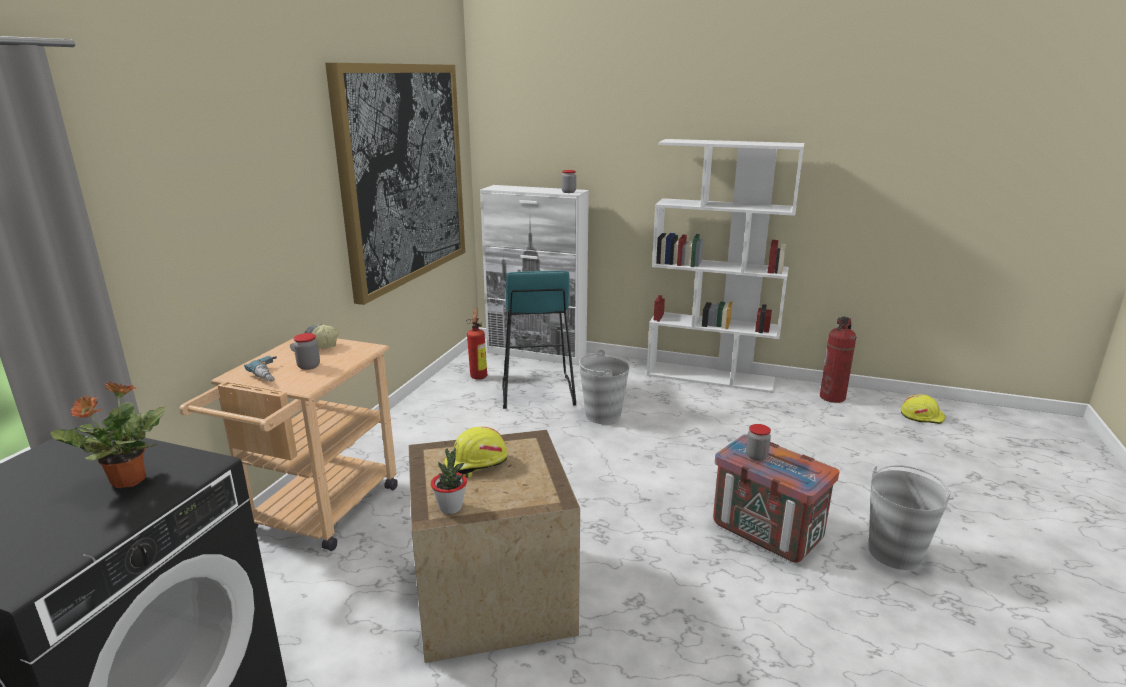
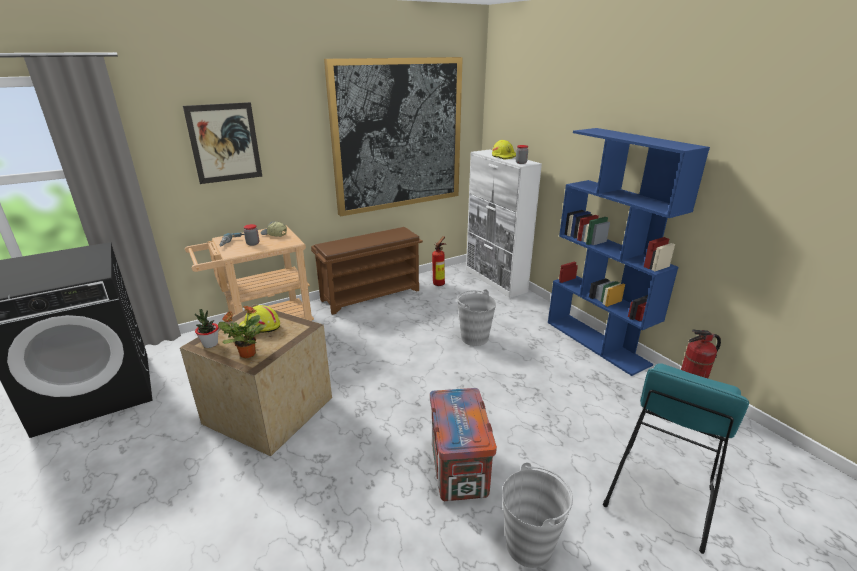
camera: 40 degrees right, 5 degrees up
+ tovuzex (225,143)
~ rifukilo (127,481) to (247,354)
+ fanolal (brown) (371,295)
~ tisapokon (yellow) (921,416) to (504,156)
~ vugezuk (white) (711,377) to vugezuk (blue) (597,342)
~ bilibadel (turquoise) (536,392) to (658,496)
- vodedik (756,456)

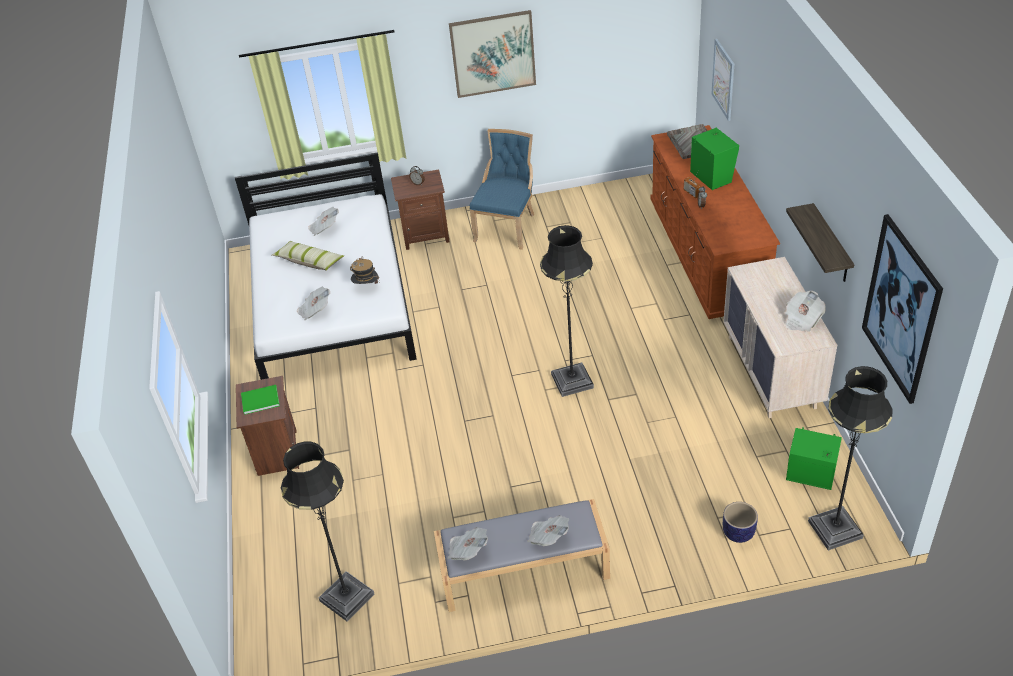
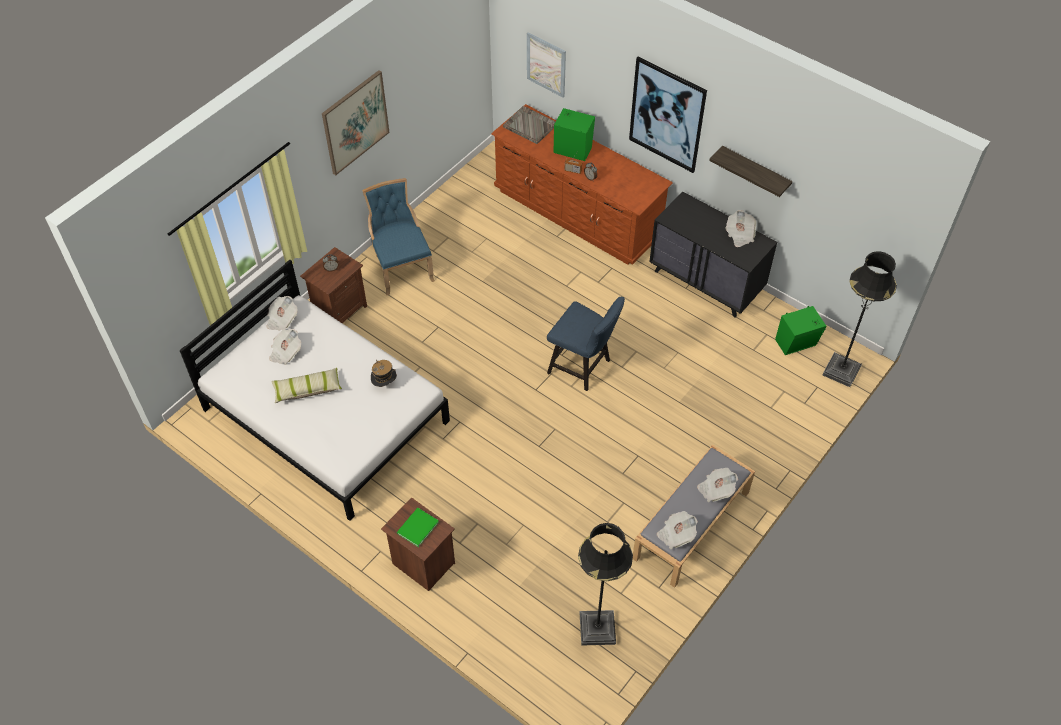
camera: 45 degrees left, 10 degrees up
~ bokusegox (315,310) to (282,320)
~ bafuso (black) (572,381) to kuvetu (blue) (583,368)
~ tovuzex (901,309) to (667,115)
~ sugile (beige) (771,372) to sugile (black) (706,282)
- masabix (738,533)

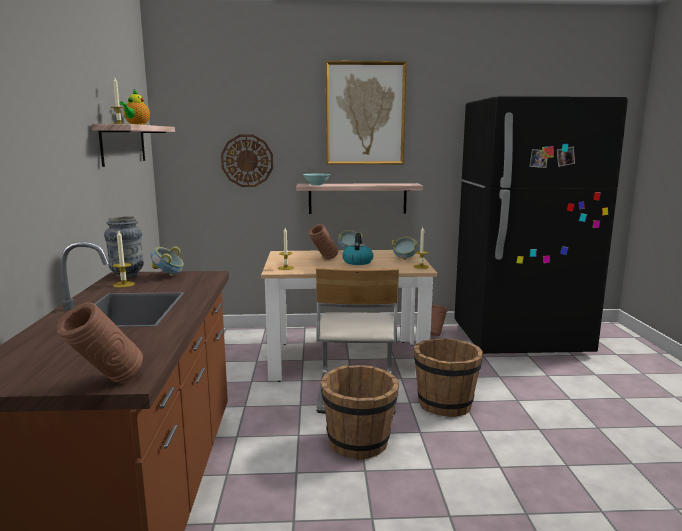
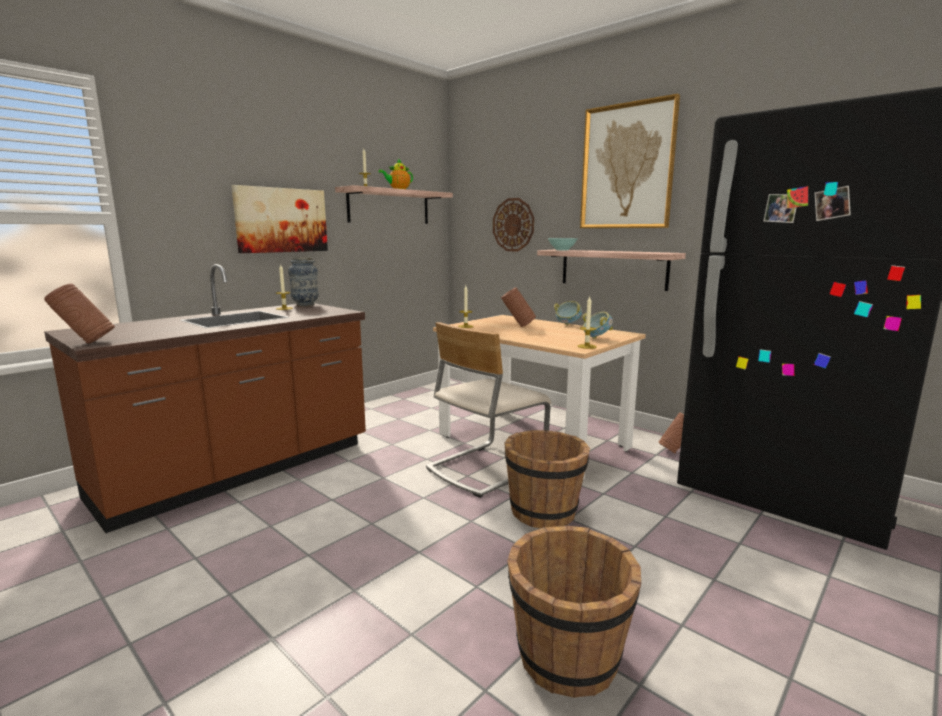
camera: 45 degrees right, 0 degrees up
+ tovuzex (281,220)
~ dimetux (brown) (359,442) to (568,658)
- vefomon (168,276)
- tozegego (357,262)

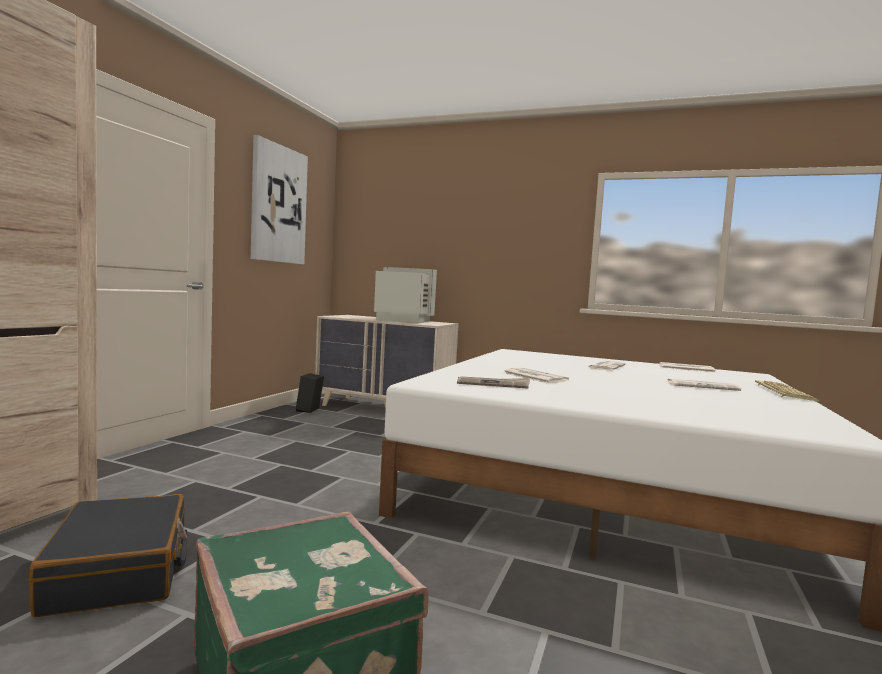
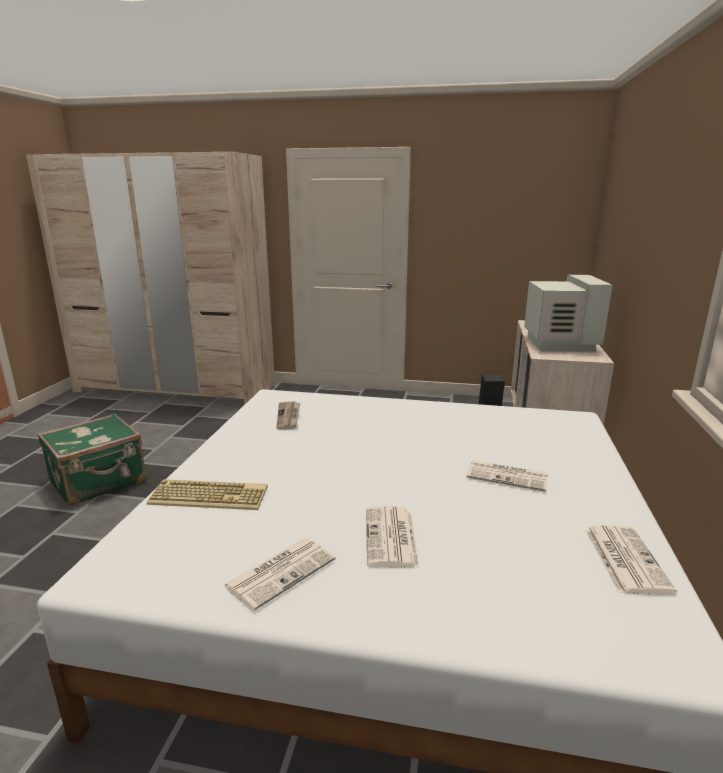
camera: 80 degrees right, 15 degrees up
~ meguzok (782,392) to (210,495)
~ bokusegox (533,376) to (281,571)
- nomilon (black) (120,571)
- tovuzex (278,204)

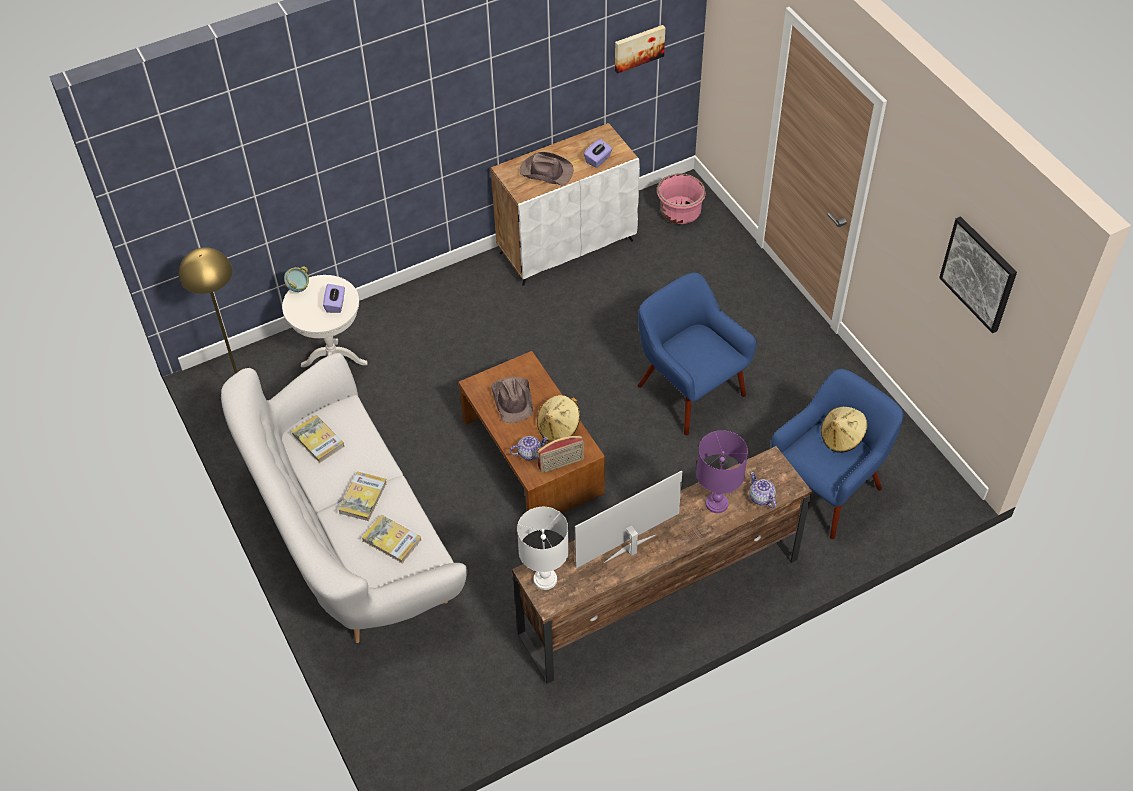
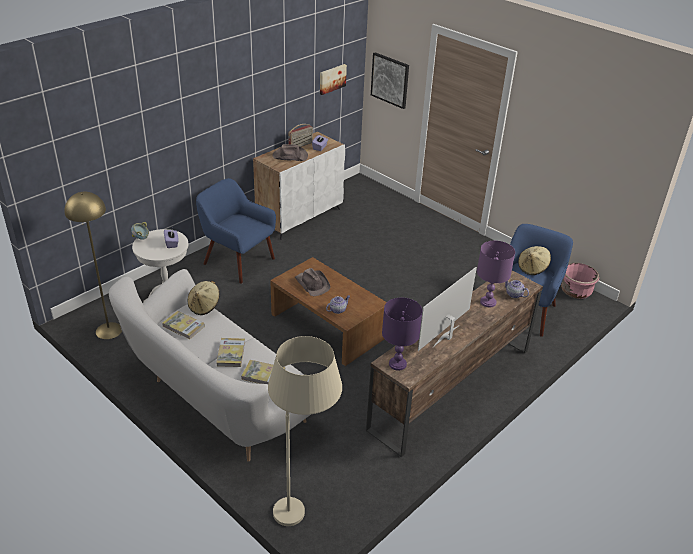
camera: 20 degrees left, 15 degrees down
~ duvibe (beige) (559,428) to (204,306)
~ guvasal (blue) (689,389) to (237,261)
+ bafuso (beige) (304,504)
~ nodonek (561,464) to (300,145)
~ tovuzex (979,274) to (390,80)
~ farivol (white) (544,579) to farivol (purple) (397,364)
~ masabix (pink) (680,212) to (575,291)

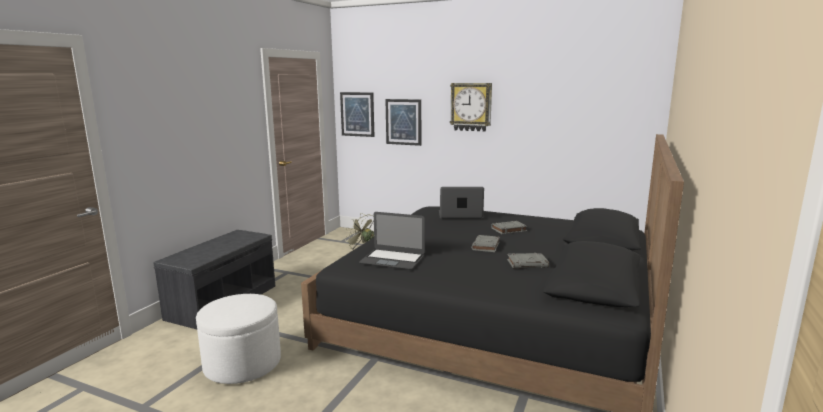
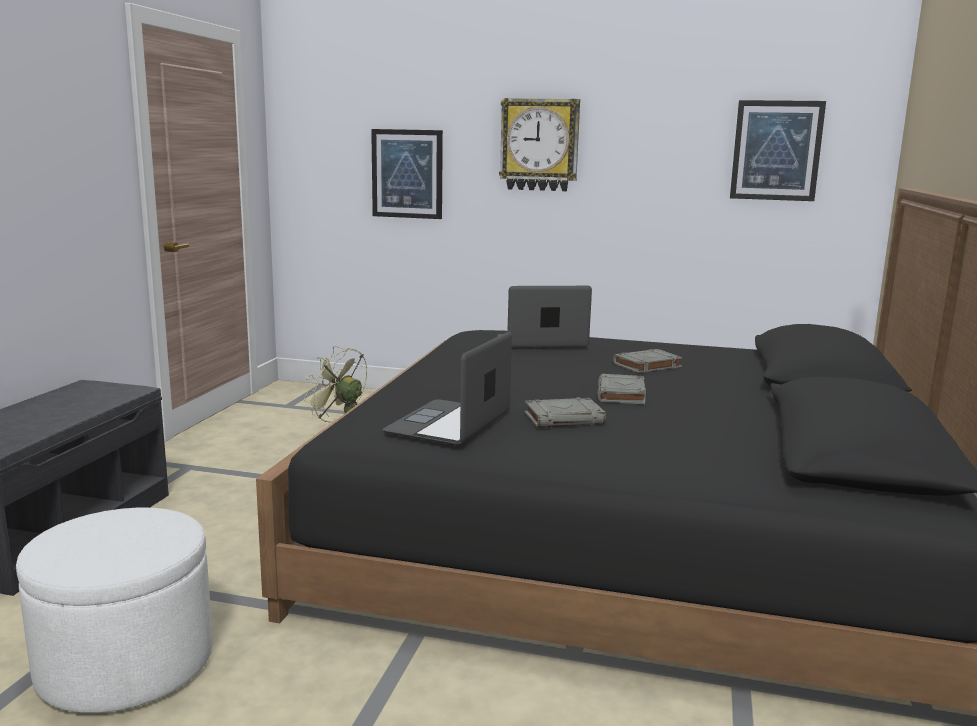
camera: 10 degrees left, 0 degrees up
~ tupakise (392,259) = (449,423) 105 degrees clockwise
~ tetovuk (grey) (527,263) to (564,418)
~ tovuzex (357,114) to (776,150)

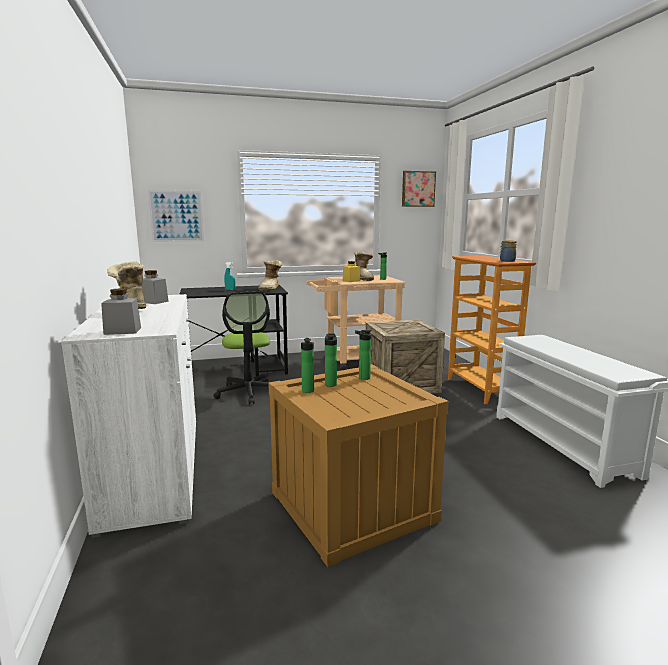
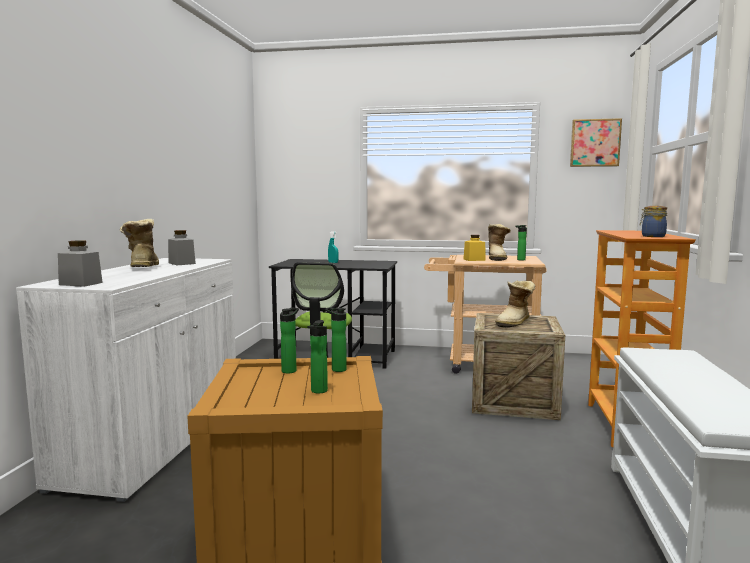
camera: 25 degrees right, 5 degrees down
~ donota (308,391) to (318,391)
~ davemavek (271,288) to (515,323)
- tovuzex (176,216)

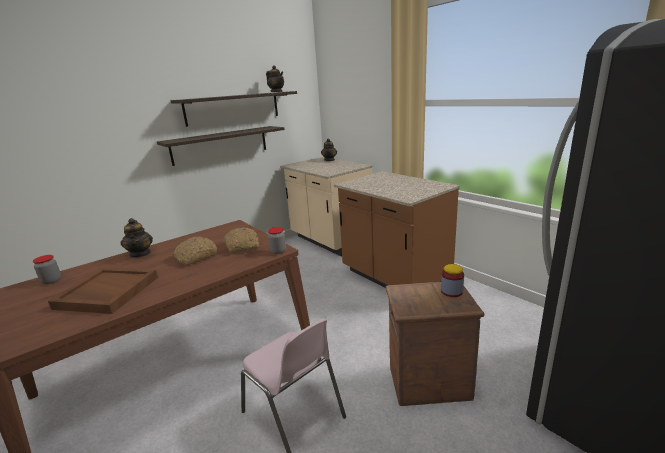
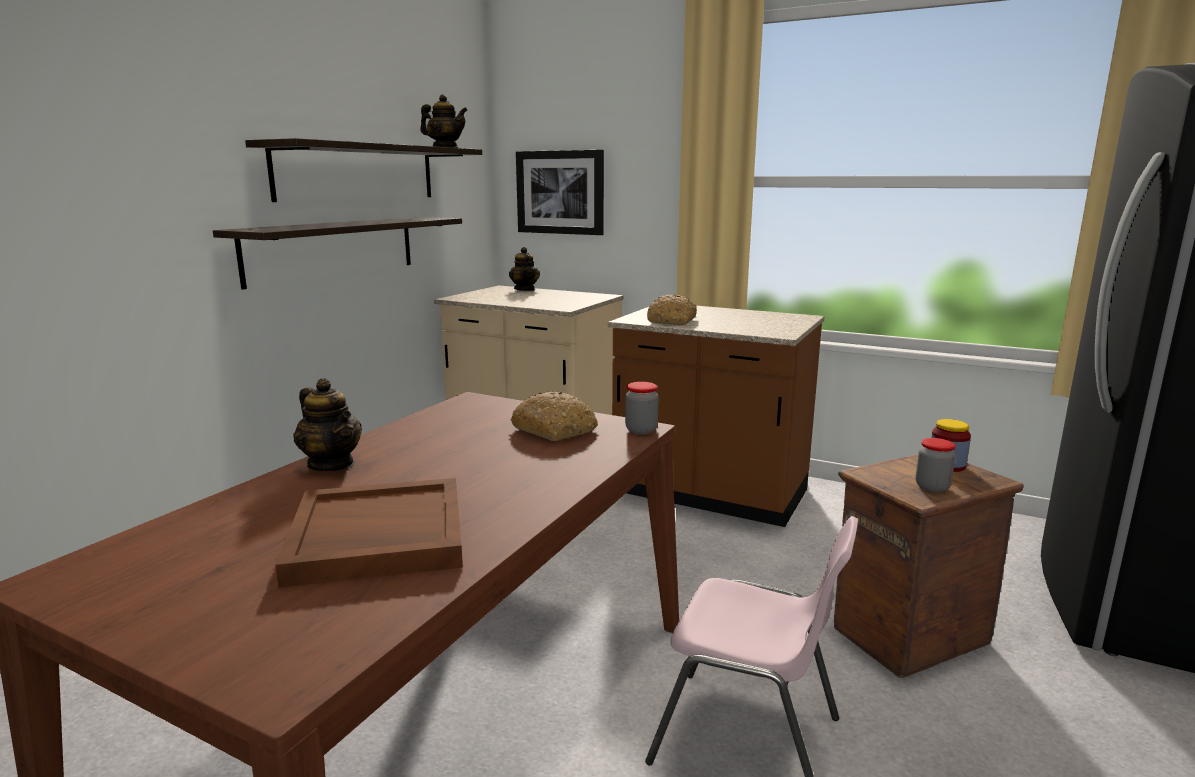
camera: 25 degrees left, 5 degrees down
+ tovuzex (560,192)
~ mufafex (196,257) to (672,321)
~ vodedik (51,281) to (932,487)

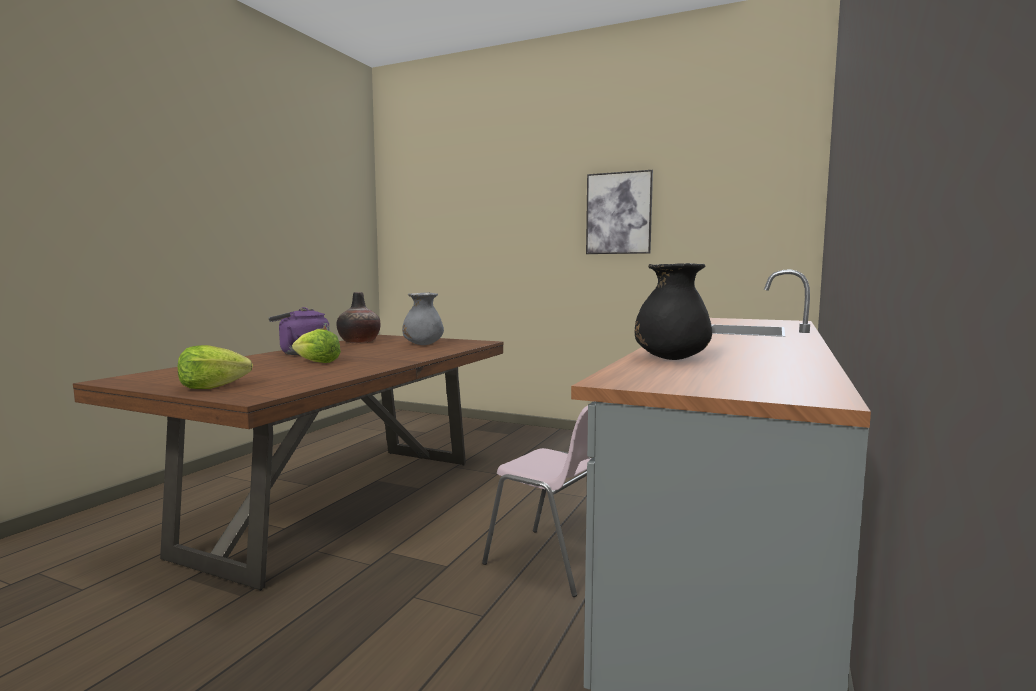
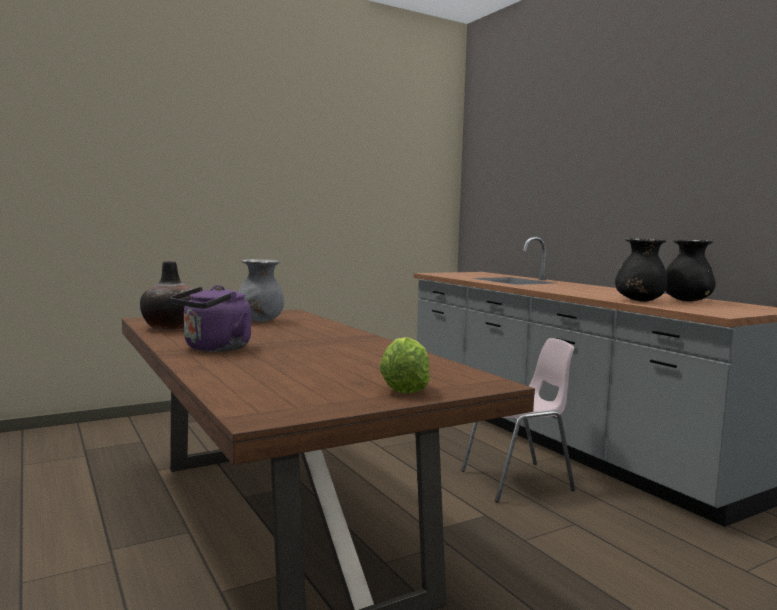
camera: 55 degrees left, 0 degrees up
+ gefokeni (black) (687,301)
- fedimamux (317,362)
- tovuzex (618,213)

